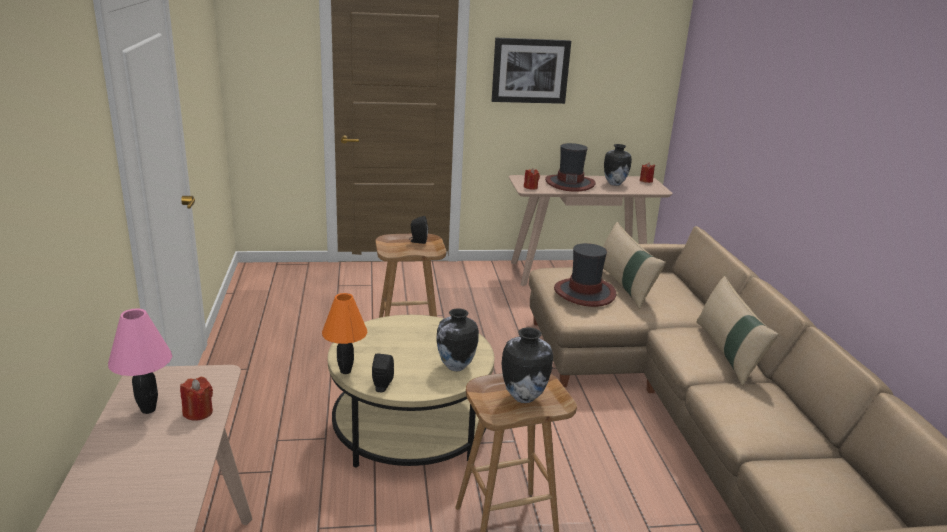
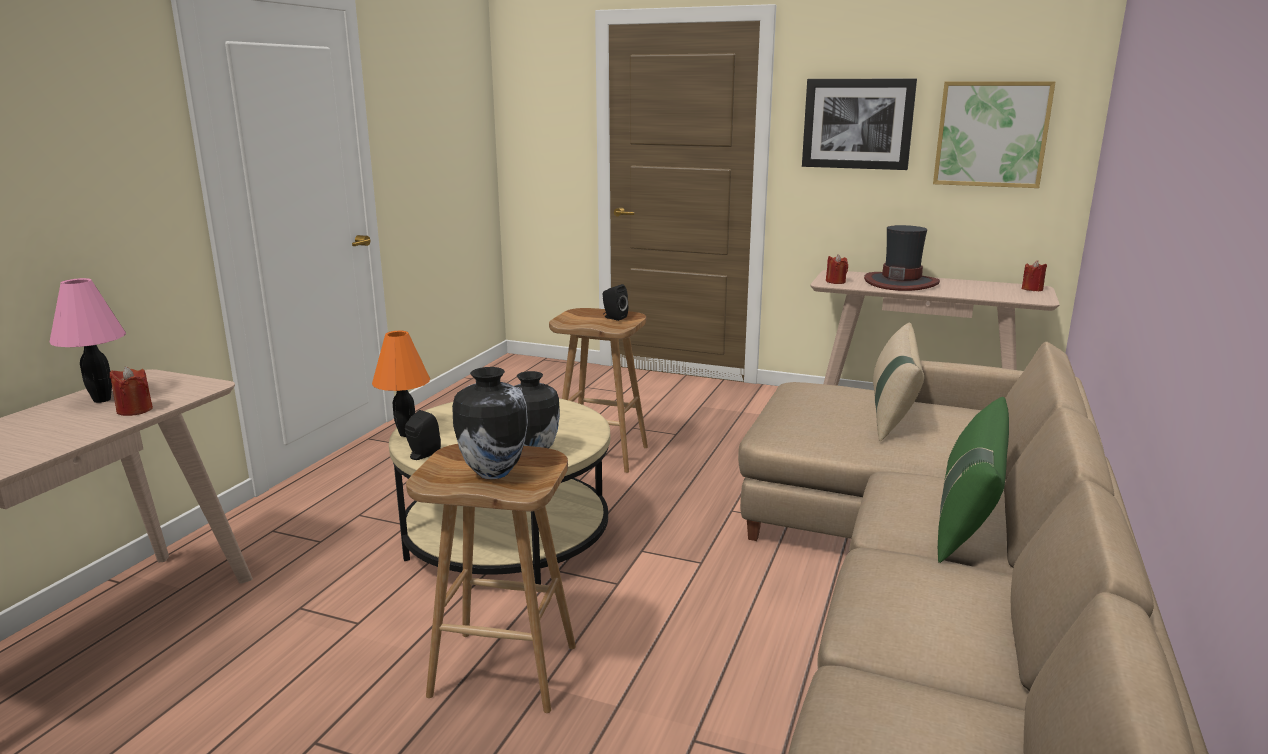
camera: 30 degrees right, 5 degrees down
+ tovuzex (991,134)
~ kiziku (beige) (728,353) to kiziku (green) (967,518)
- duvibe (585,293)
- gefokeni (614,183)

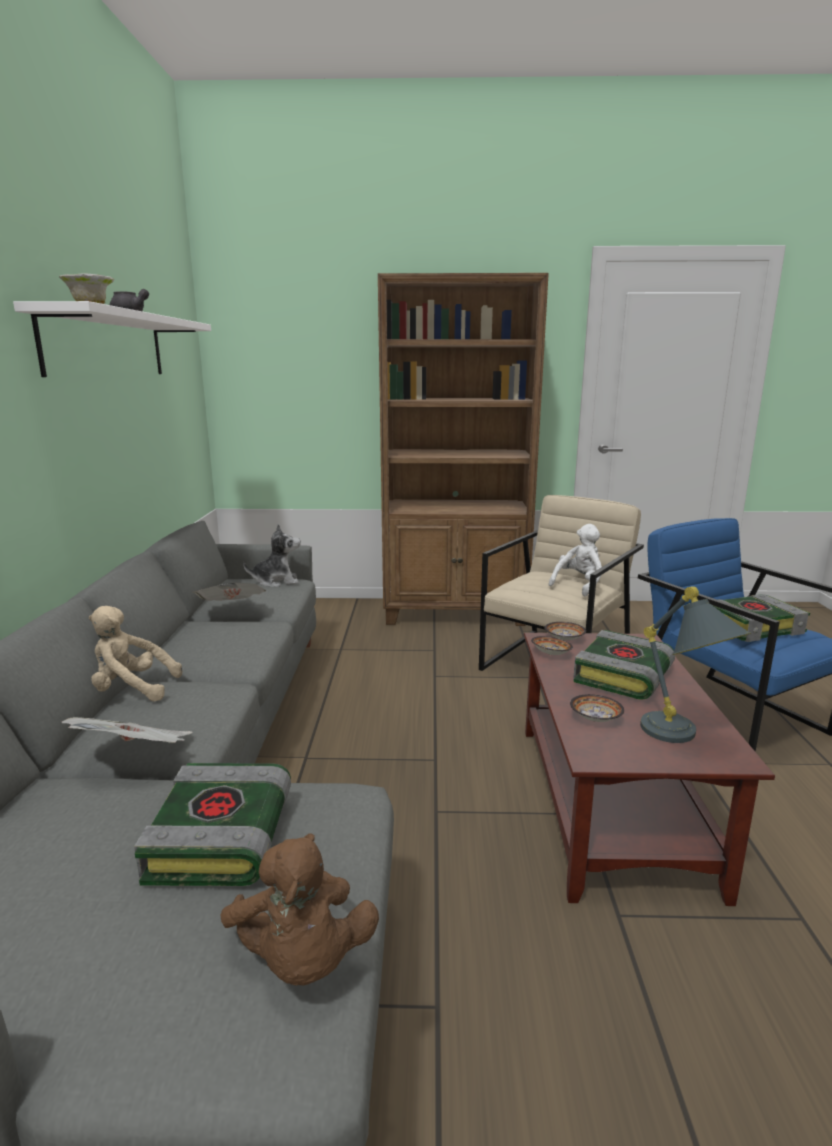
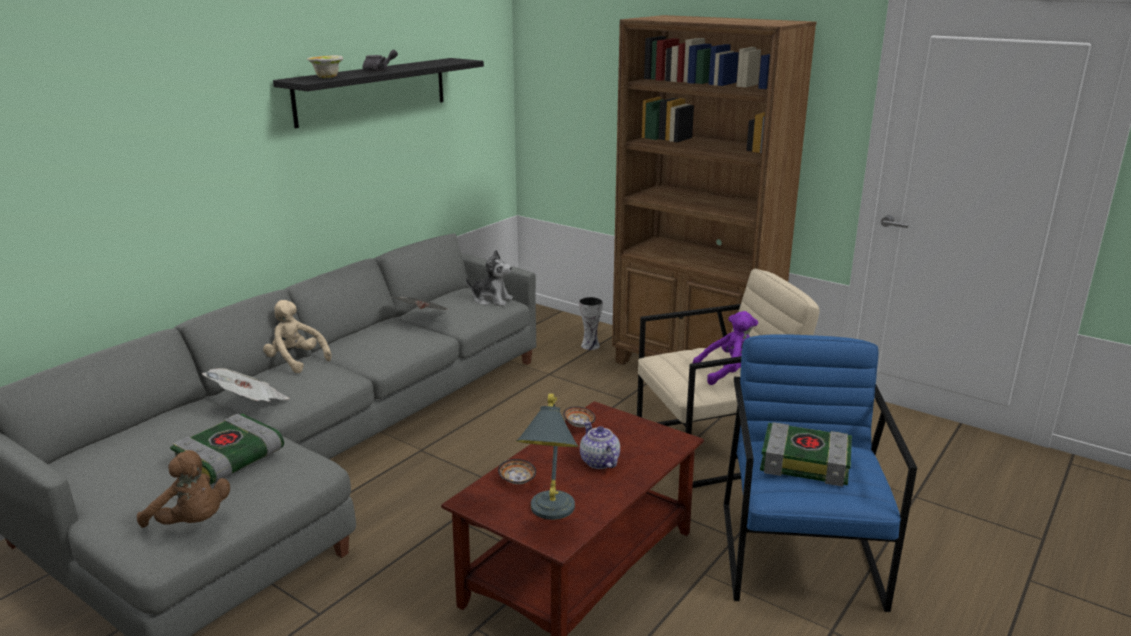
camera: 35 degrees right, 5 degrees up
~ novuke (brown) (302,959) = (192,523) 75 degrees counterclockwise
~ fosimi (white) (107,345) to fosimi (black) (372,91)
+ gefokeni (591,345)
~ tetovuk (624,677) to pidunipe (598,461)
~ novuke (white) (578,585) to novuke (purple) (727,372)
- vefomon (564,639)

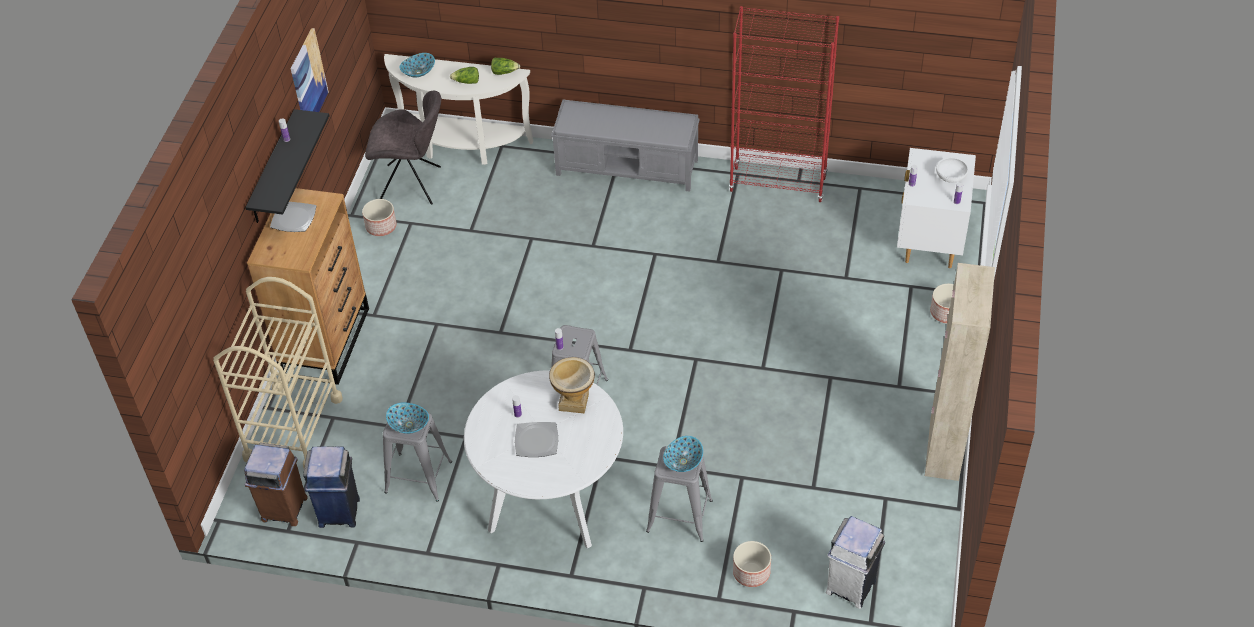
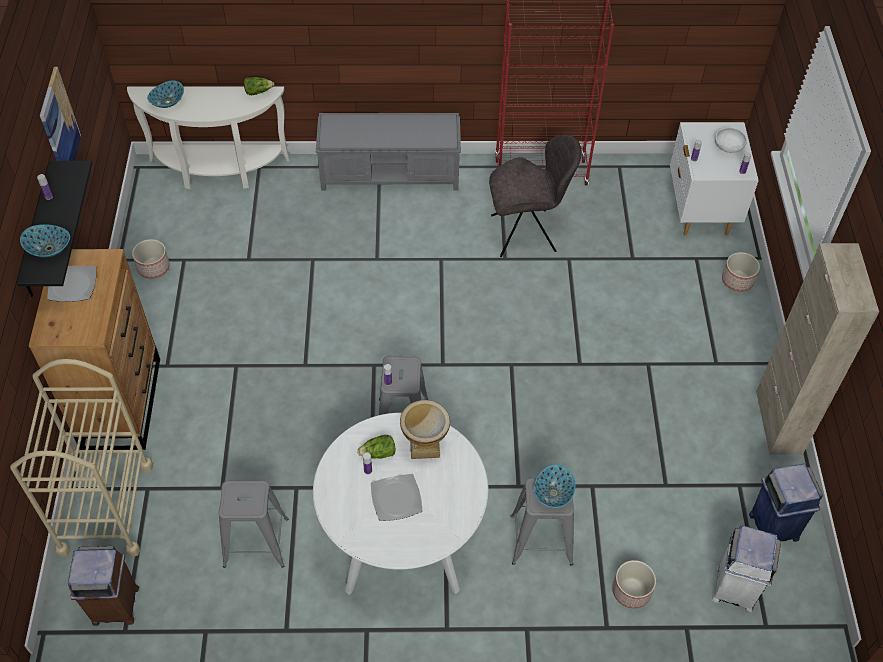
camera: 15 degrees left, 5 degrees up
~ vefomon (409,425) to (49,249)
~ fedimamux (466,82) to (378,453)
~ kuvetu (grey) (413,185) to (526,233)
~ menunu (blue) (339,511) to (773,526)

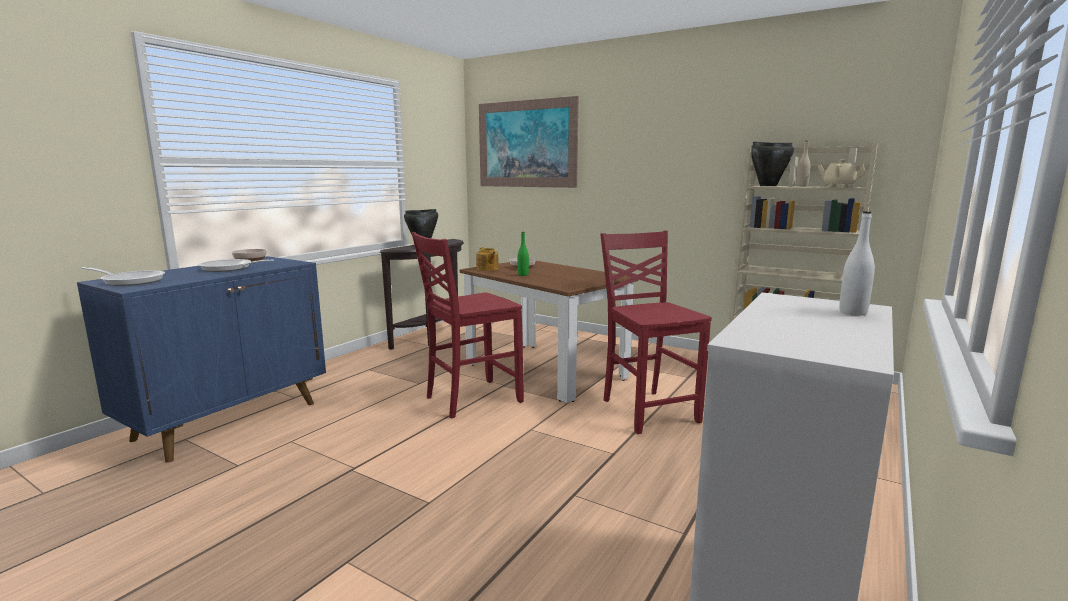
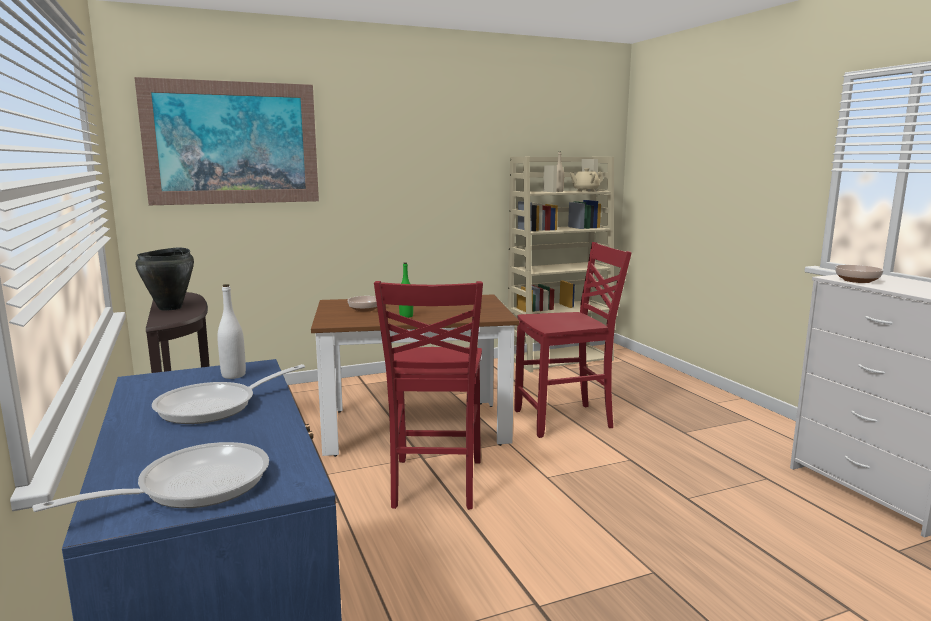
camera: 55 degrees left, 0 degrees up
~ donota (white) (853,313) to (233,375)
~ kuvetu (red) (648,410) = (565,420) 150 degrees clockwise
~ vefomon (250,260) to (858,280)
- pidunipe (487,269)
- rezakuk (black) (767,186)

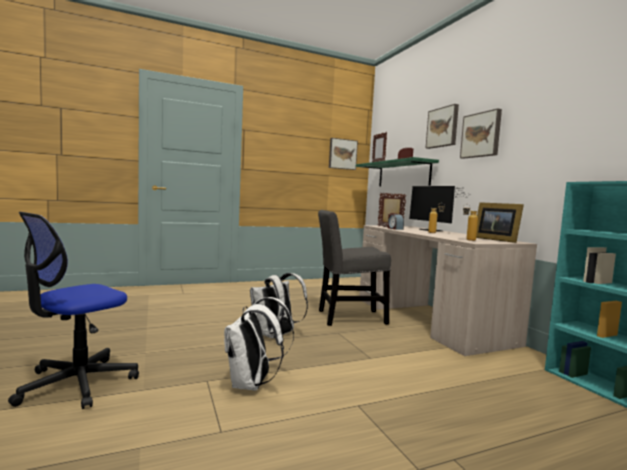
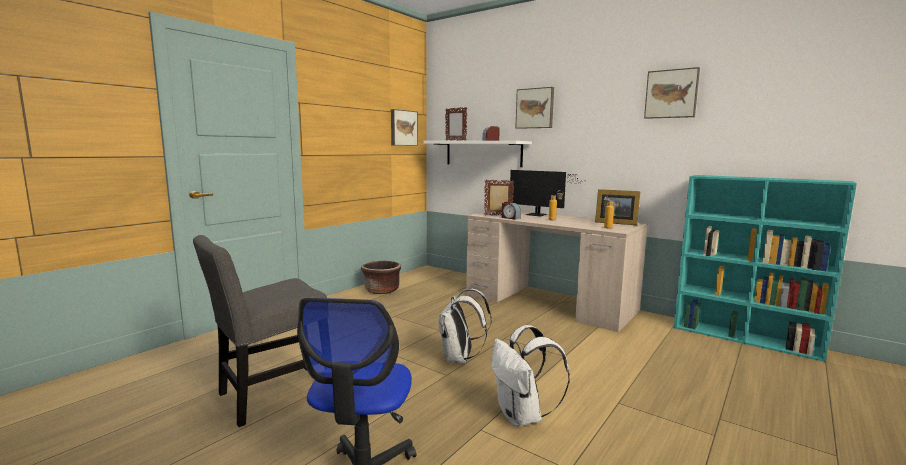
camera: 30 degrees left, 5 degrees up
~ kuvetu (grey) (348,317) to (270,395)
+ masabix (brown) (381,290)
~ fosimi (green) (403,174) to fosimi (white) (483,153)
~ tovuzex (481,135) to (671,94)

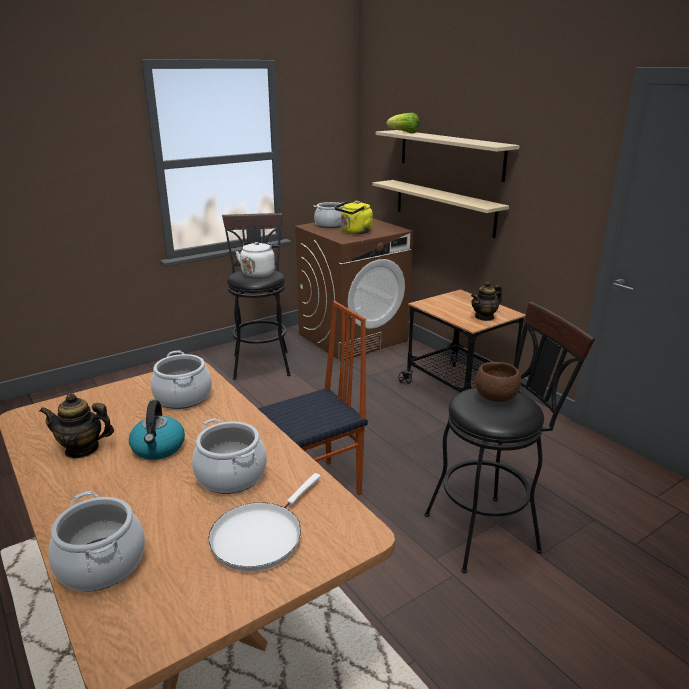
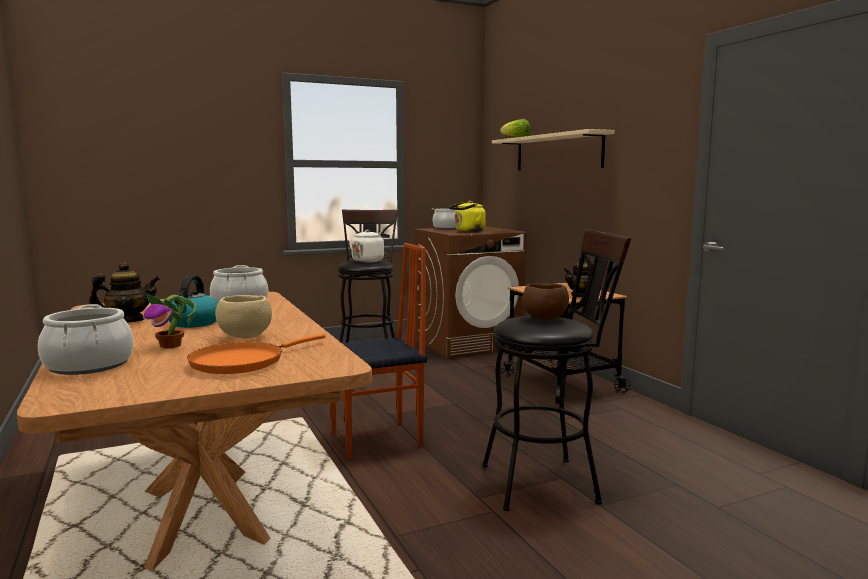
camera: 10 degrees right, 15 degrees down
~ pidunipe (82,449) = (128,321) 150 degrees clockwise
+ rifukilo (171,346)
~ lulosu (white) (260,536) to lulosu (orange) (242,362)
~ rezakuk (231,475) to vefomon (beige) (245,337)
- fosimi (beige) (444,207)

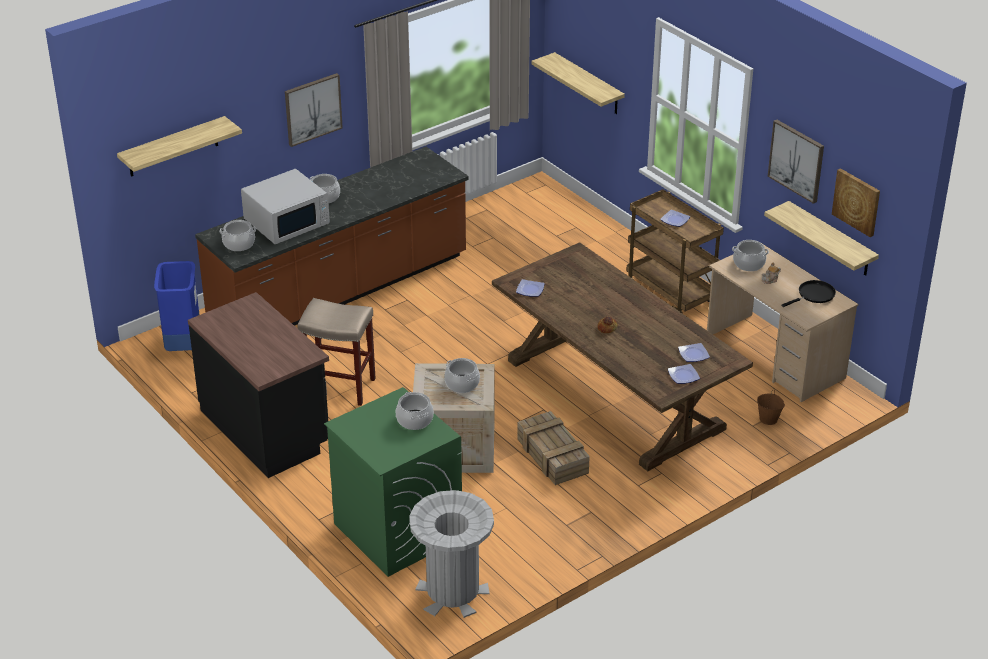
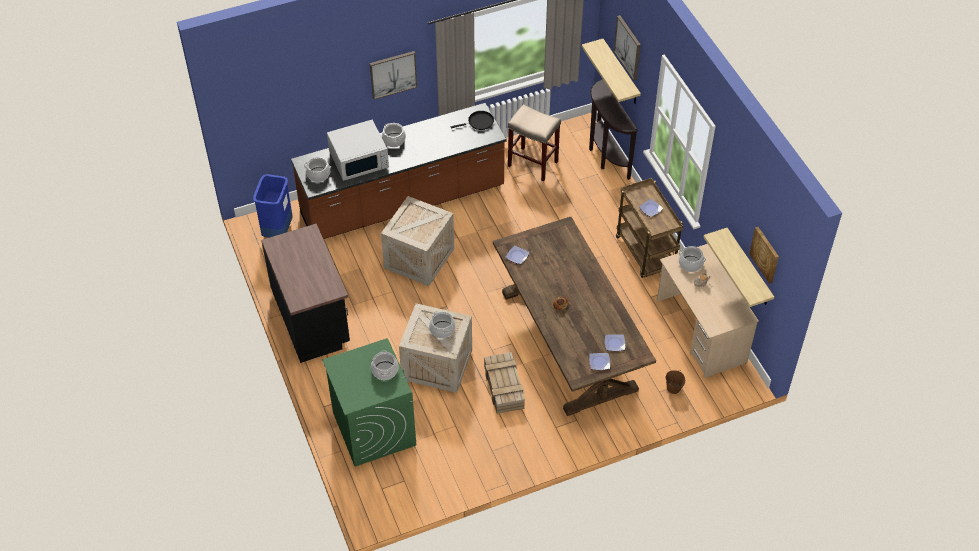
camera: 15 degrees right, 15 degrees up
+ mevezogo (419,259)
~ lulosu (black) (814,295) to (478,122)
~ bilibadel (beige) (341,387) to (533,164)
+ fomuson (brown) (605,156)
~ tovuzex (796,160) to (628,47)
- fosimi (173,147)
- menunu (grey) (453,593)

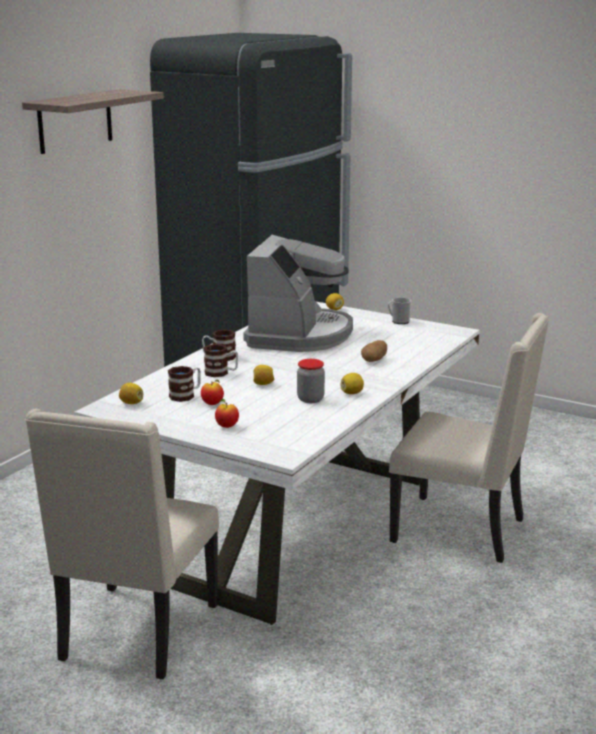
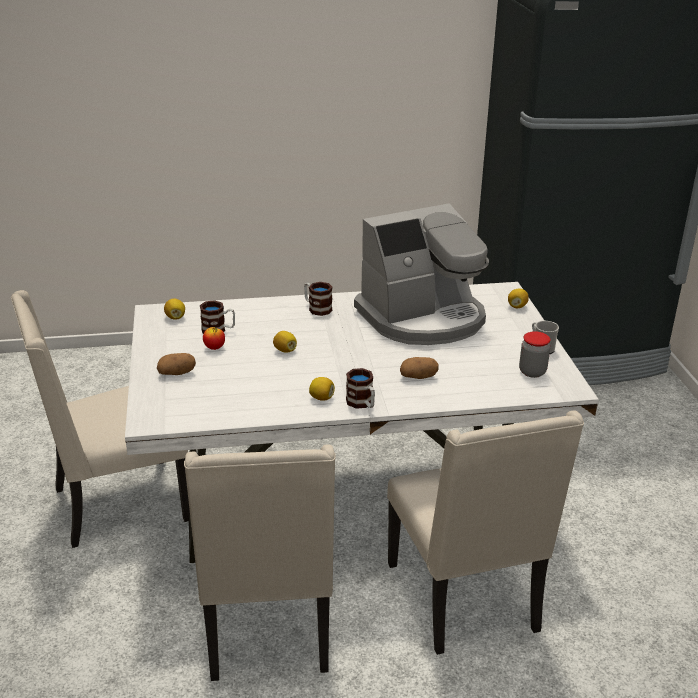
camera: 50 degrees right, 10 degrees up
~ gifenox (227,426) to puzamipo (177,373)
+ kuvetu (beige) (268,628)
~ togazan (221,373) to (362,404)
~ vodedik (310,399) to (532,372)
- fosimi (75,121)

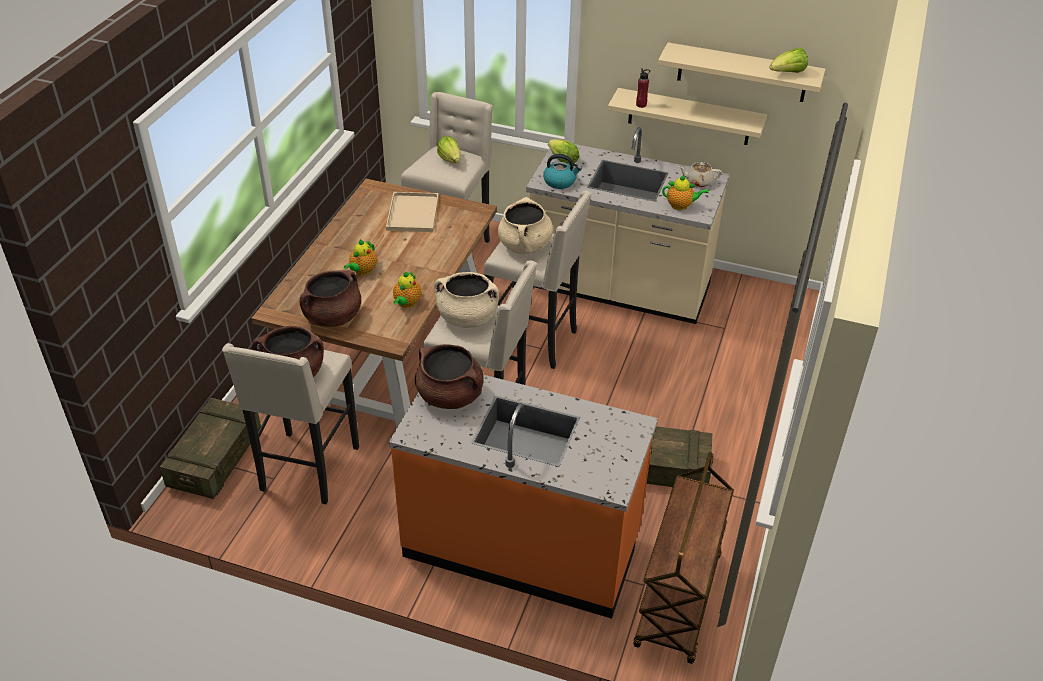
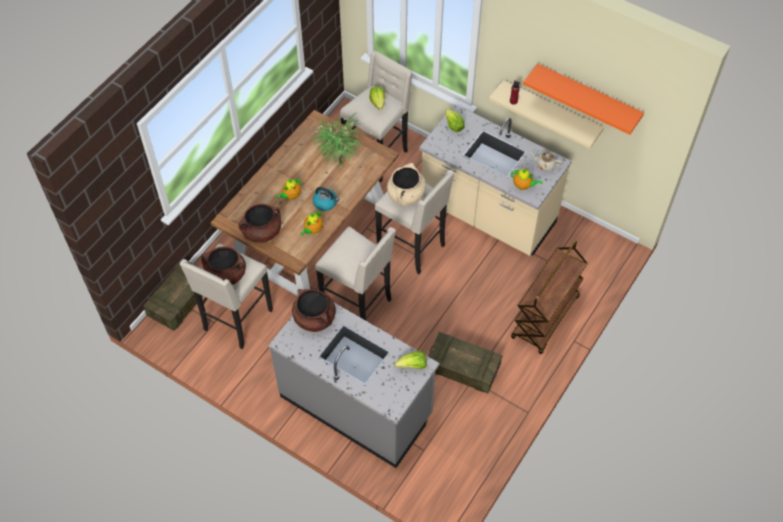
camera: 15 degrees right, 15 degrees up
~ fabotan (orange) (522,545) to fabotan (grey) (356,405)
~ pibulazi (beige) (412,212) to rifukilo (338,148)
~ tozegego (560,181) to (325,203)
~ fedimamux (787,73) to (412,365)
~ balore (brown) (678,602) to (545,318)
~ fosimi (beige) (742,72) to fosimi (orange) (587,97)
- rezakuk (beige) (467,318)

